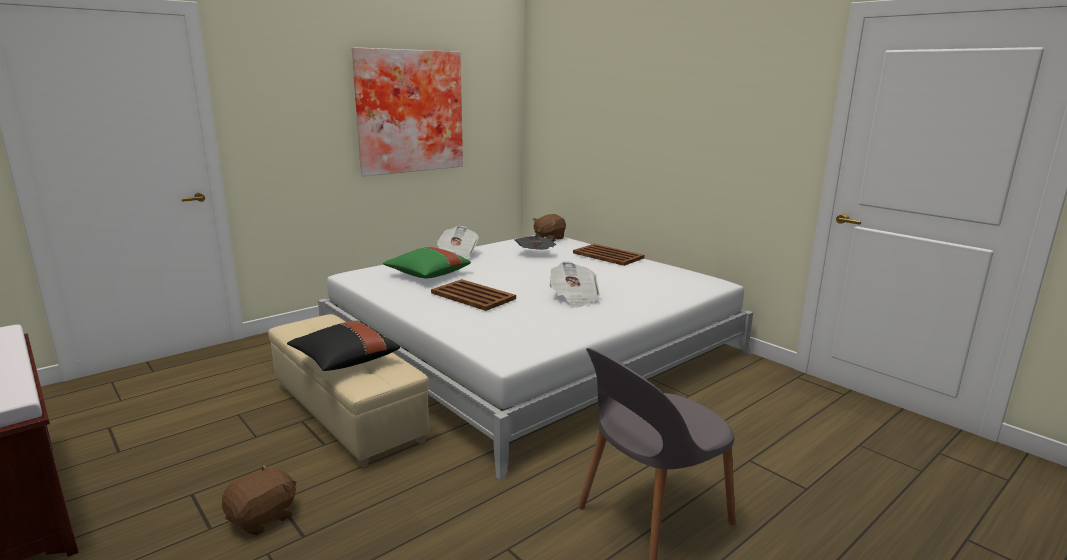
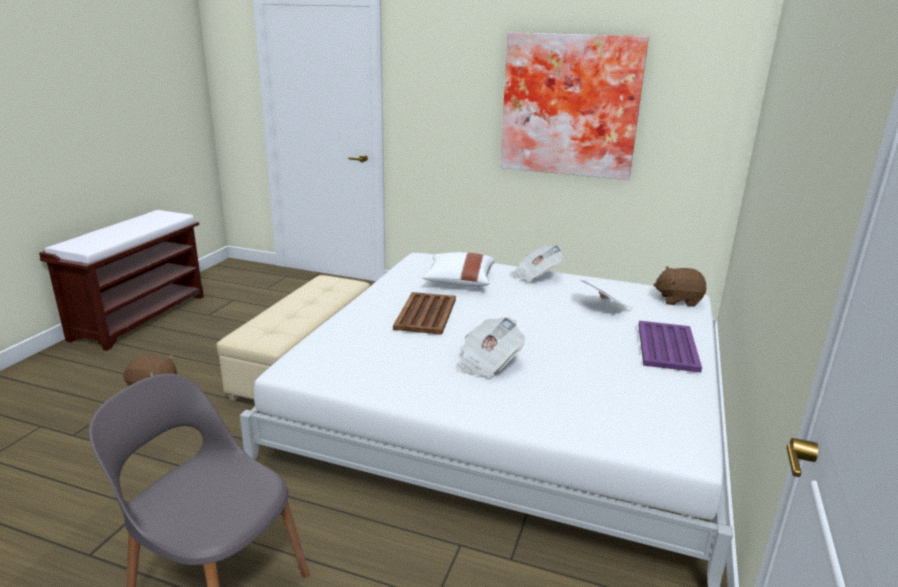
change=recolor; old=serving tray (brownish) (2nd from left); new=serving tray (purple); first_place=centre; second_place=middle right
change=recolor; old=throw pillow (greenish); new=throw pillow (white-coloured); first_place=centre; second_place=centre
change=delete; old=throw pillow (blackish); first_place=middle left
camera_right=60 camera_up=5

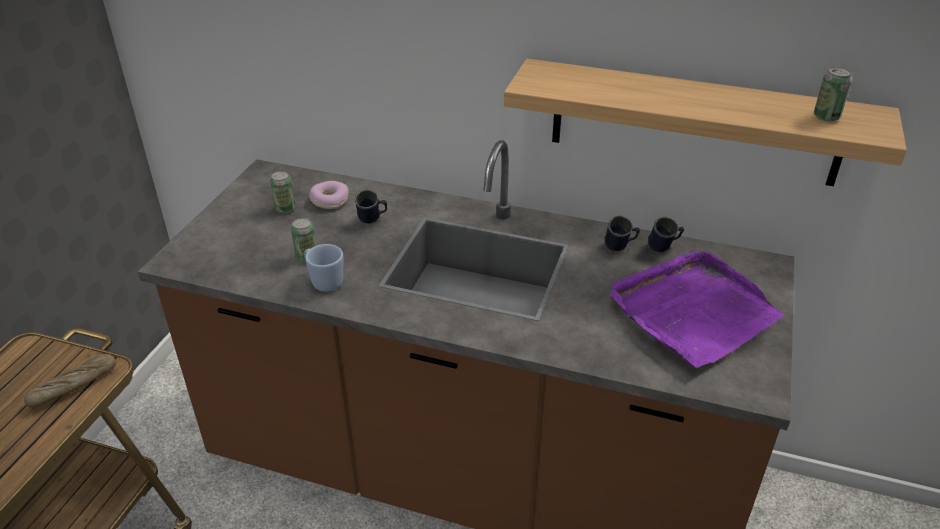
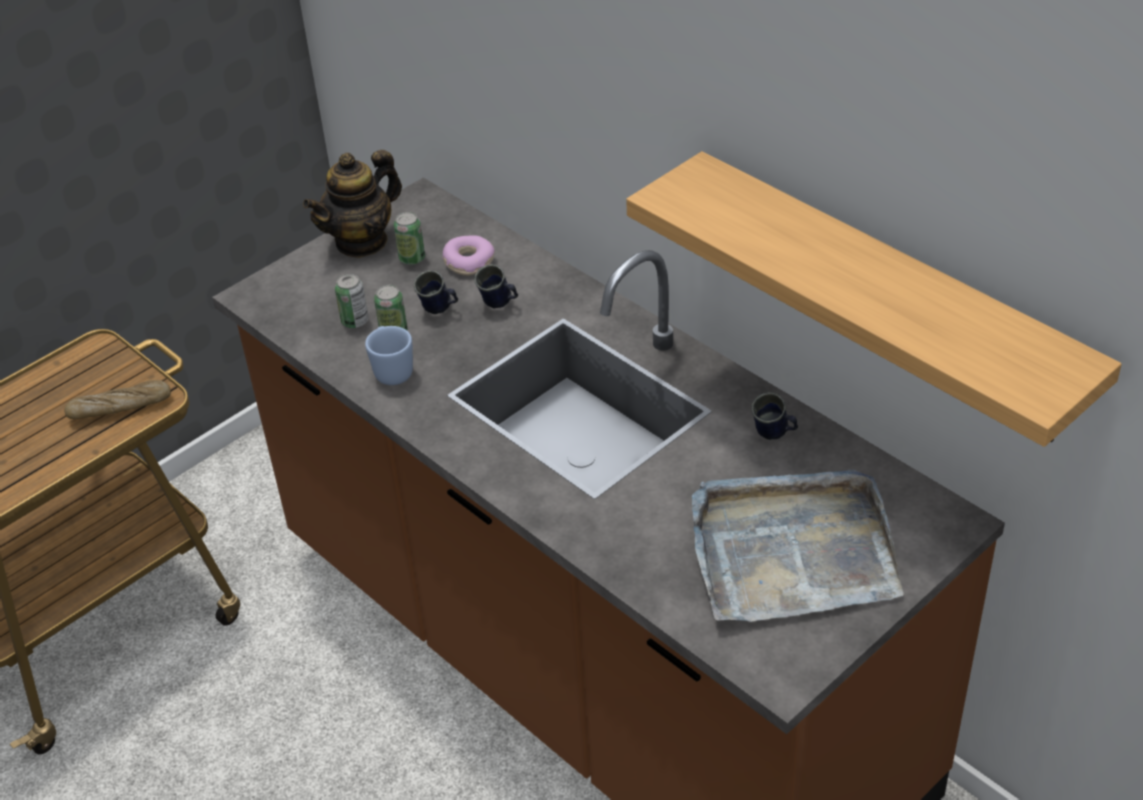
change=move; old=can (3rd from left in the first image); new=can (1st from left); first_place=top right; second_place=middle left
change=move; old=tea mug (bluish) (4th from left in the first image); new=tea mug (bluish) (2nd from left); first_place=middle right; second_place=centre
change=recolor; old=serving tray (purple); new=serving tray (grey); first_place=middle right; second_place=bottom right
change=insert; new=teapot; second_place=top left
camera_right=30 camera_up=5

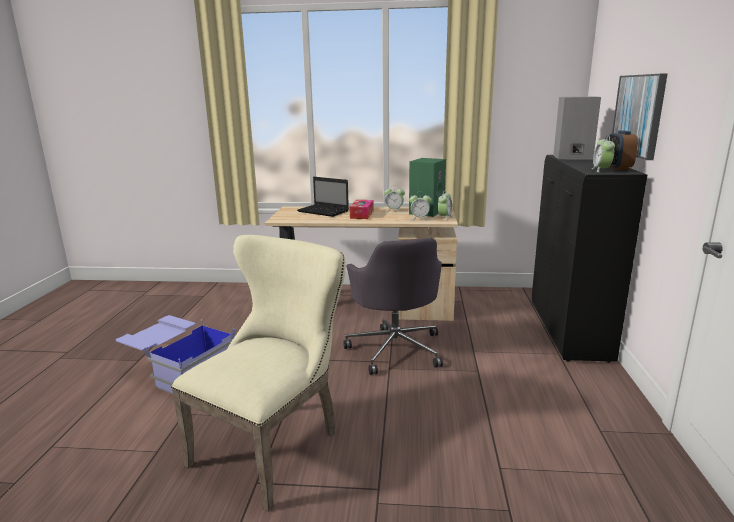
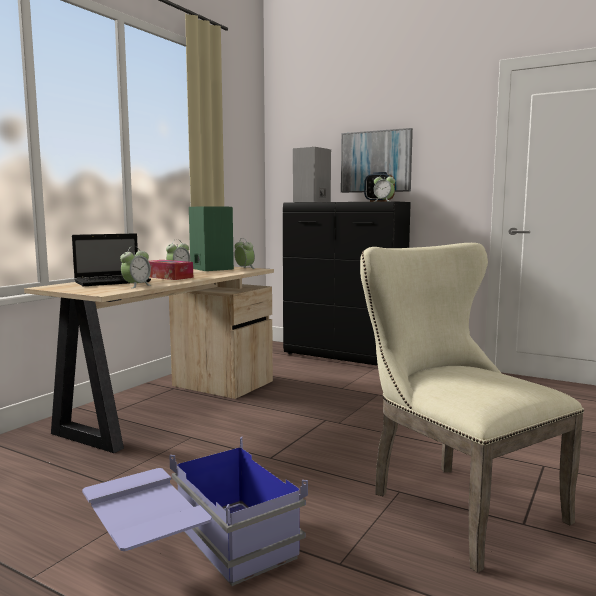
change=move; old=alarm clock (2nd from left in the first image); new=alarm clock (1st from left); first_place=centre; second_place=middle left
change=delete; old=office chair (grey); first_place=centre
camera_right=-65 camera_up=-10

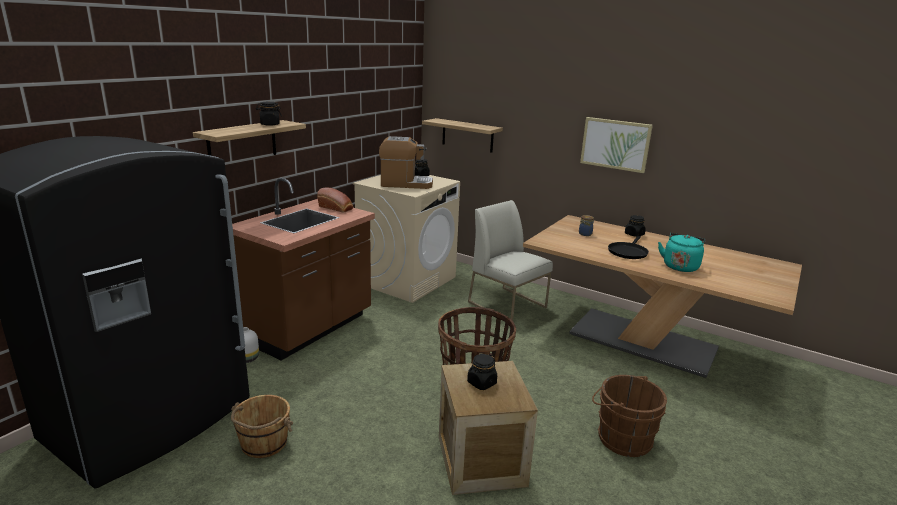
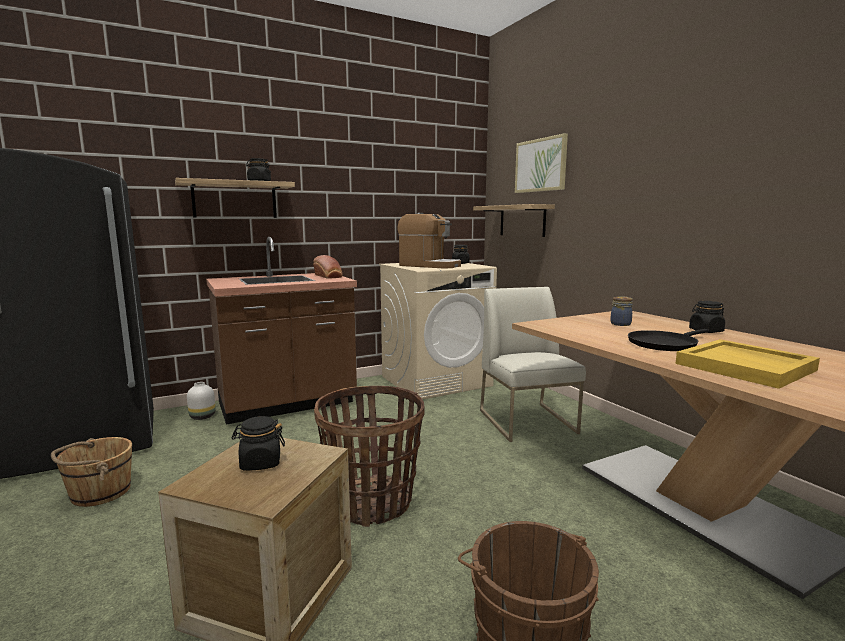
change=move; old=wall art; first_place=top right; second_place=top centre
change=replace; old=tea kettle (turquoise-coloured); new=serving tray (yellow-coloured); first_place=middle right; second_place=middle right
camera_right=30 camera_up=-10

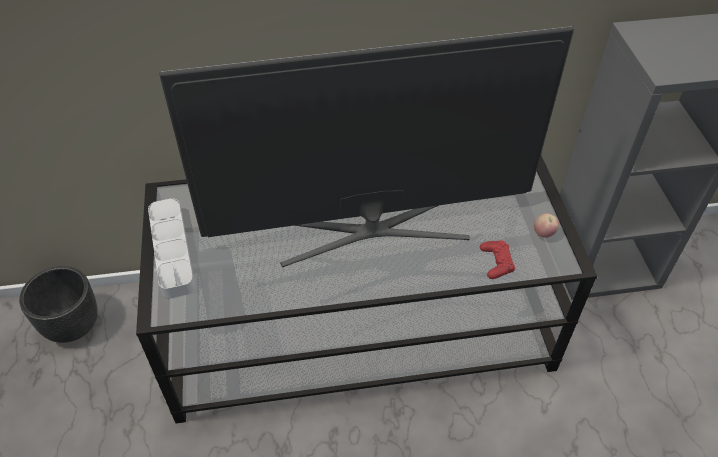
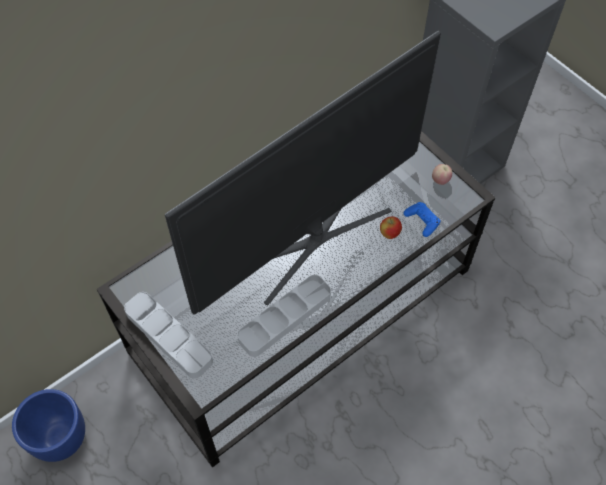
change=recolor; old=game controller (red); new=game controller (bluish); first_place=middle right; second_place=middle right
change=recolor; old=flower pot (blackish); new=flower pot (bluish); first_place=middle left; second_place=bottom left
change=insert; new=apple (1st from left); second_place=centre
change=insert; new=serving tray (grey) (2nd from left); second_place=centre
camera_right=-30 camera_up=10

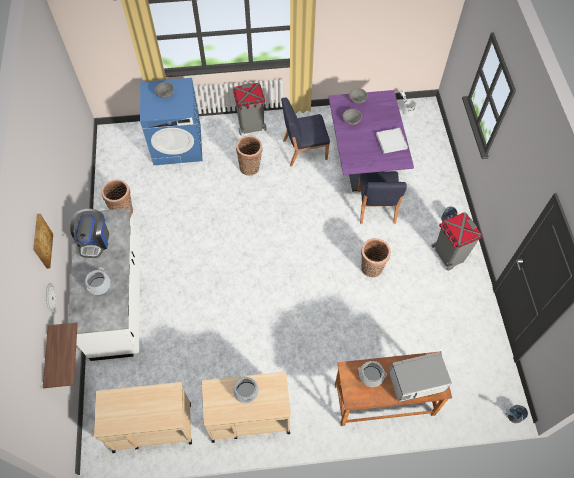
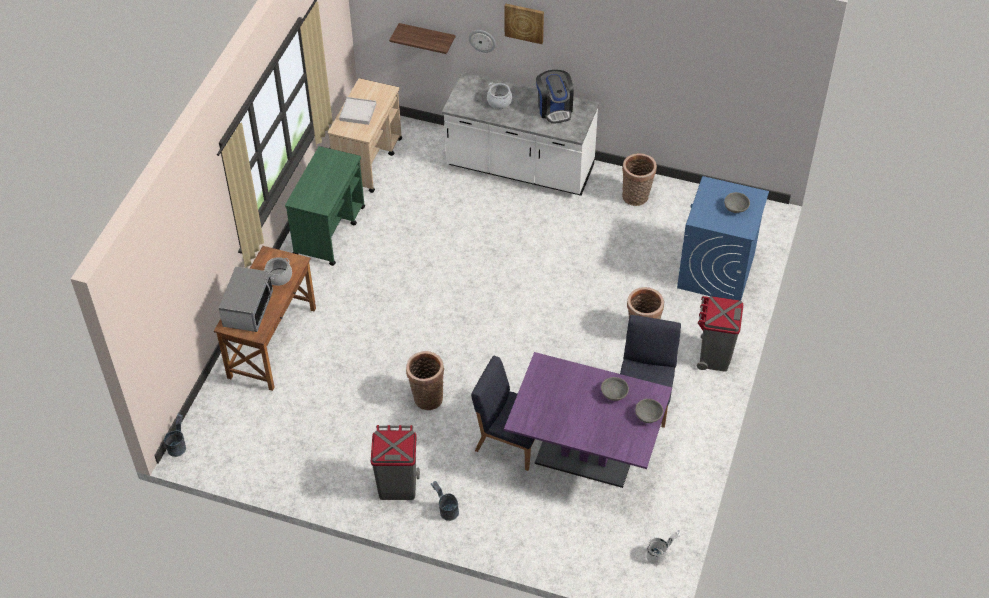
change=move; old=serving tray (white-coloured); first_place=top right; second_place=top centre
change=rotate; old=coffee brewer; first_place=middle left; second_place=top centre; degrees=-135
change=recolor; old=wheeled cart (beige) (2nd from left); new=wheeled cart (greenish); first_place=bottom centre; second_place=middle left
change=delete; old=stockpot (2nd from left); first_place=bottom centre
camera_right=115 camera_up=-10

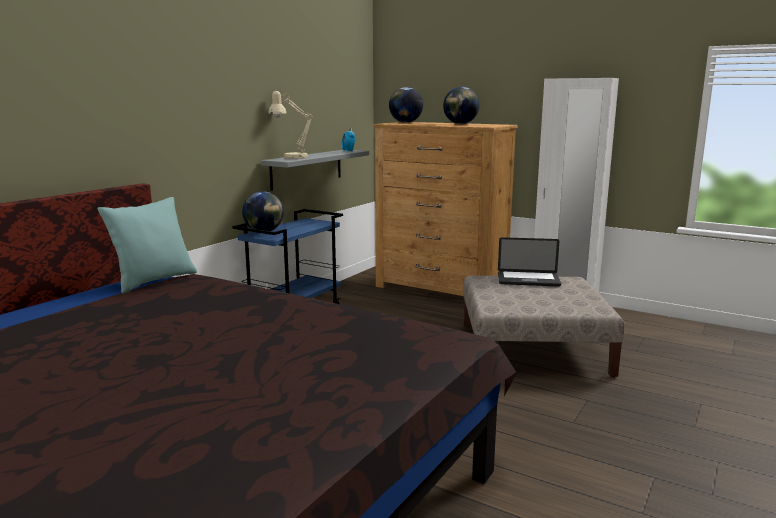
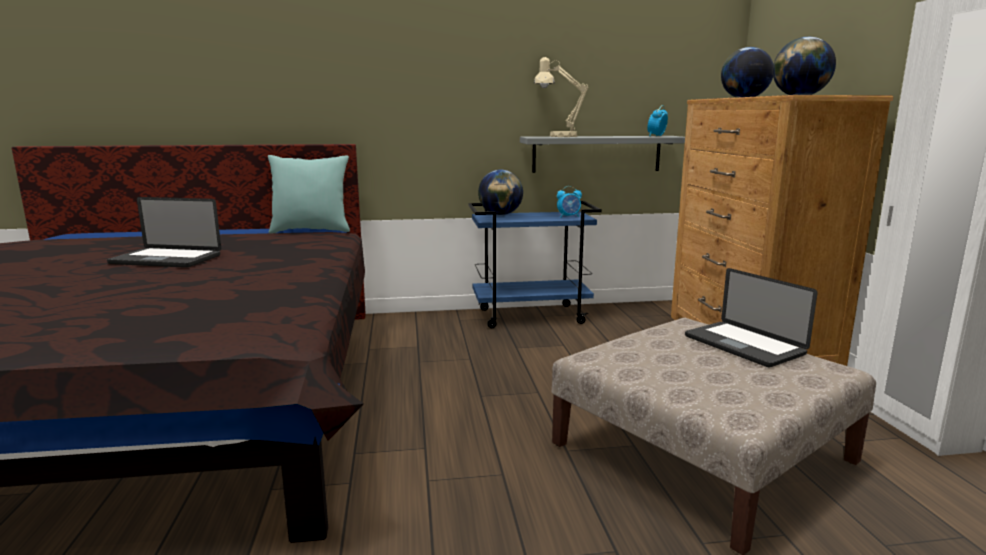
change=insert; new=alarm clock (1st from left); second_place=centre
change=insert; new=laptop (1st from left); second_place=middle left
camera_right=50 camera_up=0

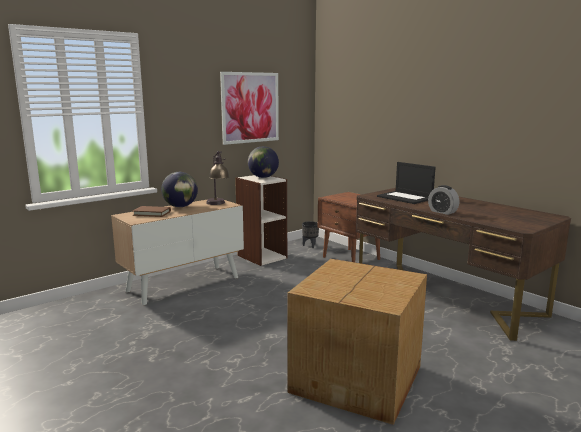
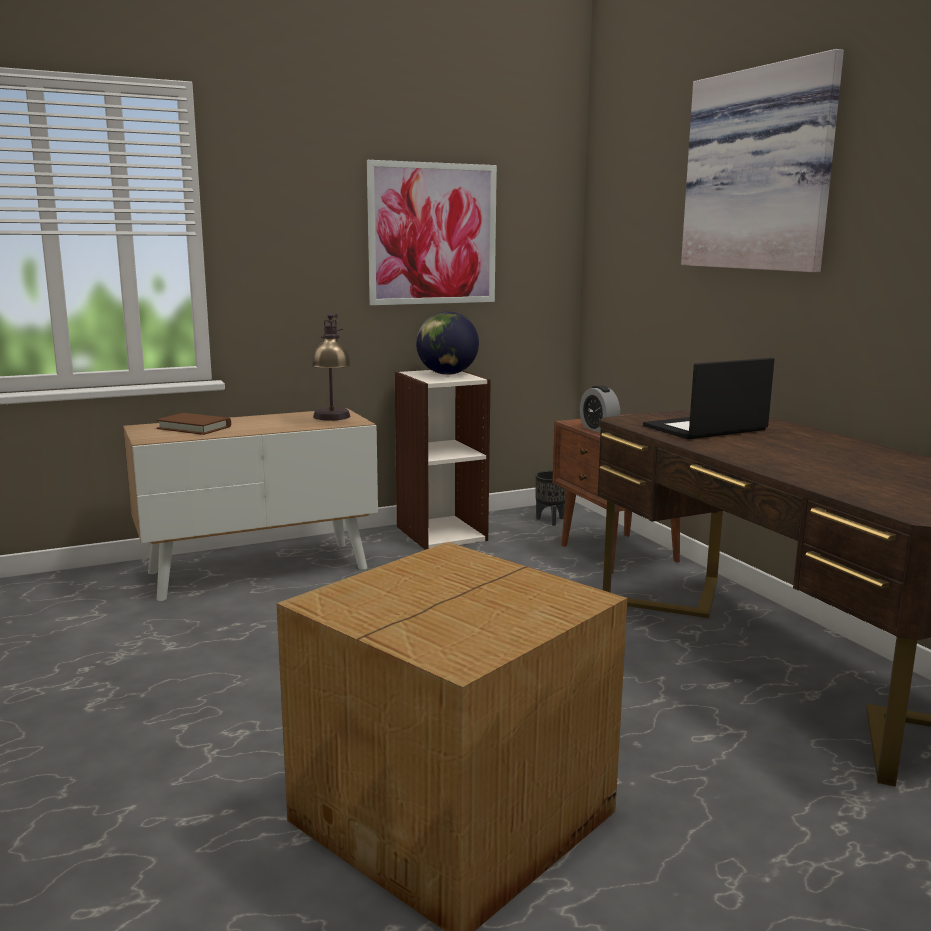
change=rotate; old=laptop; first_place=middle right; second_place=middle right; degrees=90
change=delete; old=globe (1st from left); first_place=middle left
change=move; old=alarm clock; first_place=middle right; second_place=centre
change=insert; new=wall art (2nd from left); second_place=top right
camera_right=15 camera_up=0

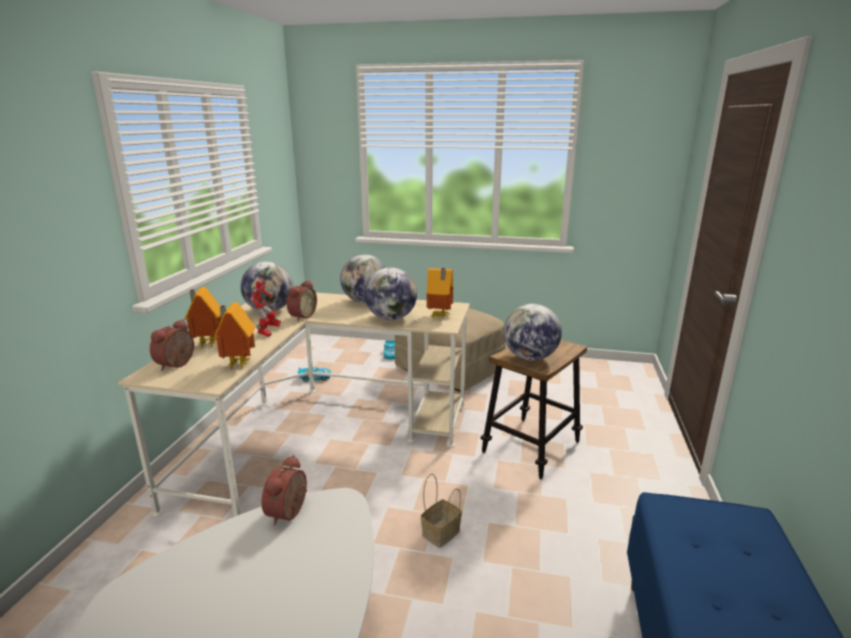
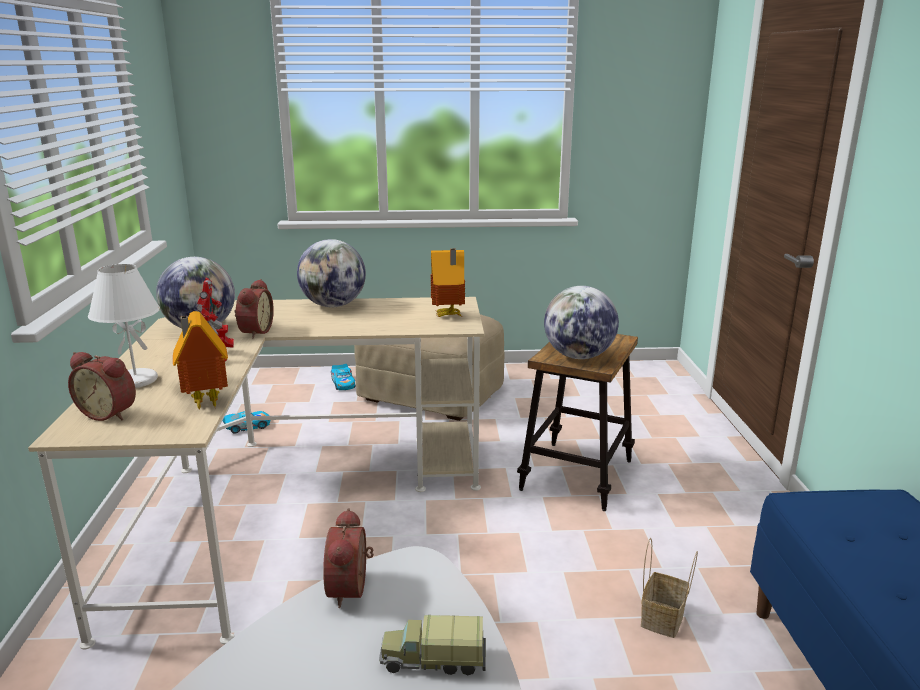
change=delete; old=globe (3rd from left); first_place=centre
change=replace; old=miniature house (1st from left); new=tabletop lamp (white-coloured); first_place=middle left; second_place=middle left
change=rotate; old=alarm clock (1st from left); first_place=middle left; second_place=middle left; degrees=-75
change=move; old=storage basket; first_place=bottom centre; second_place=bottom right
change=insert; new=toy truck; second_place=bottom centre
camera_right=-15 camera_up=0

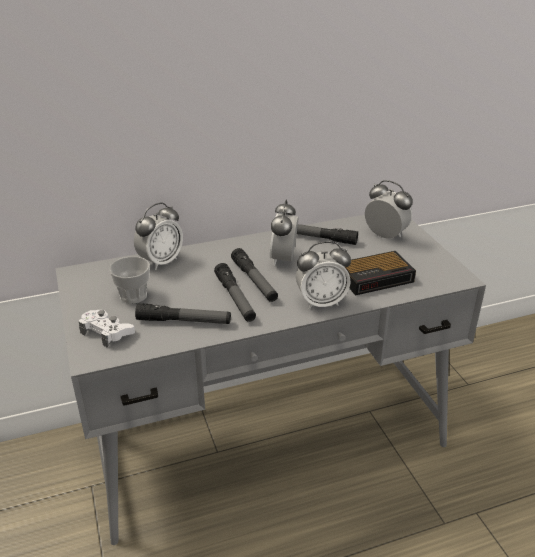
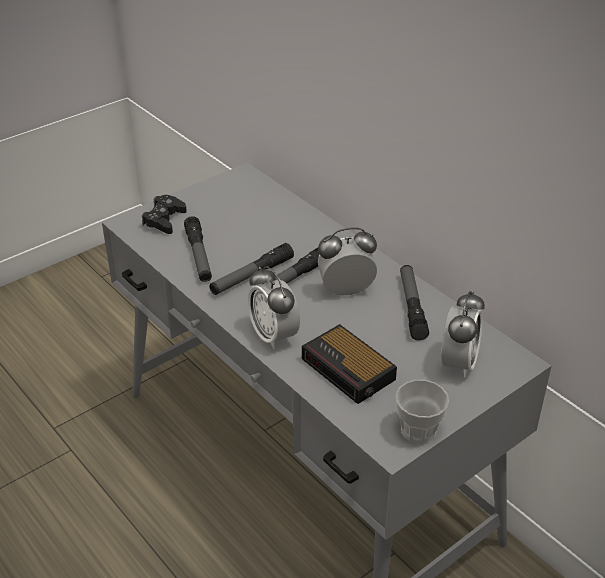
change=delete; old=alarm clock (1st from left); first_place=middle left
change=move; old=small cup; first_place=middle left; second_place=bottom right
change=recolor; old=game controller (white-coloured); new=game controller (blackish); first_place=middle left; second_place=middle left
camera_right=70 camera_up=5

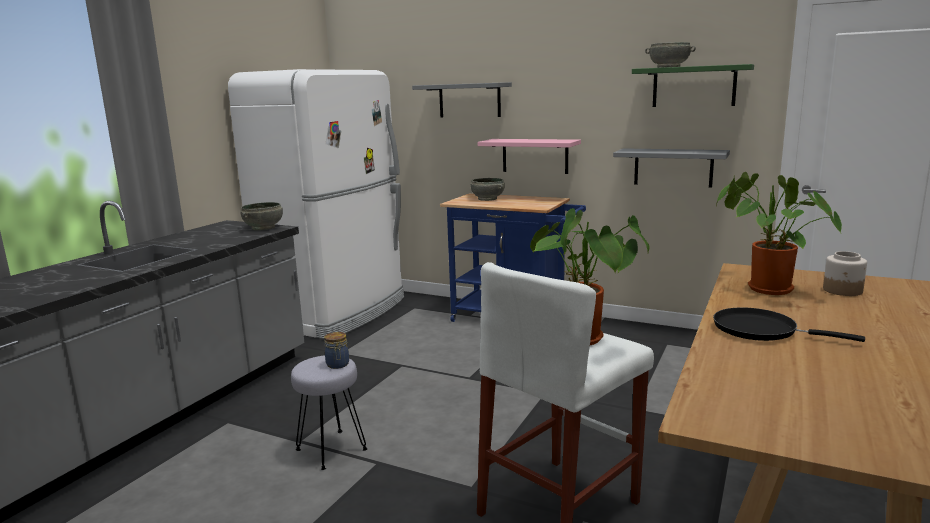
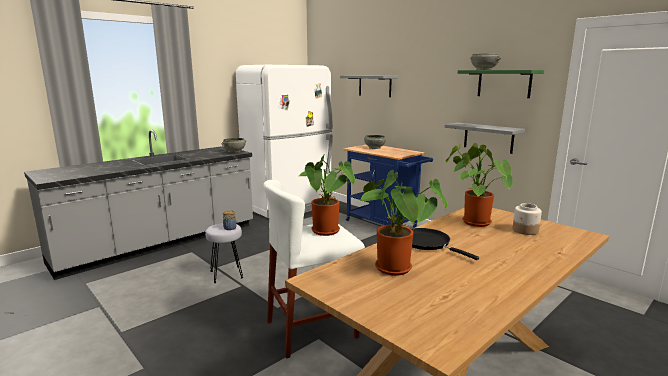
change=delete; old=wall shelf (pink-coloured); first_place=top centre
change=insert; new=potted plant (2nd from left); second_place=centre
camera_right=20 camera_up=0

